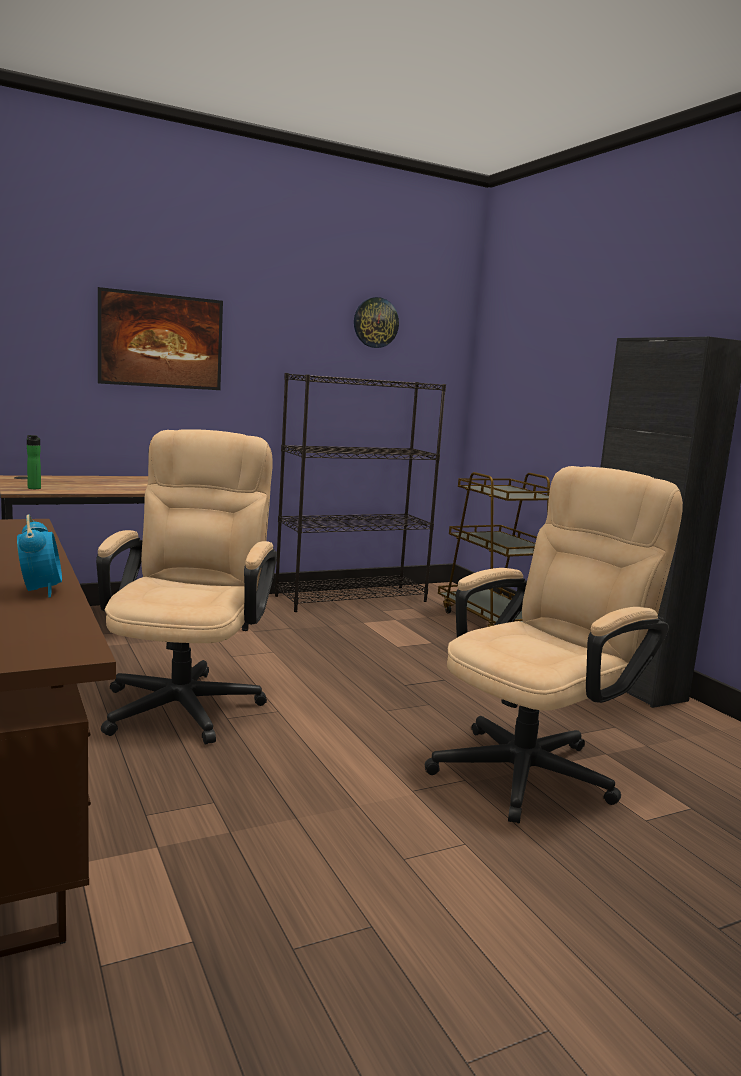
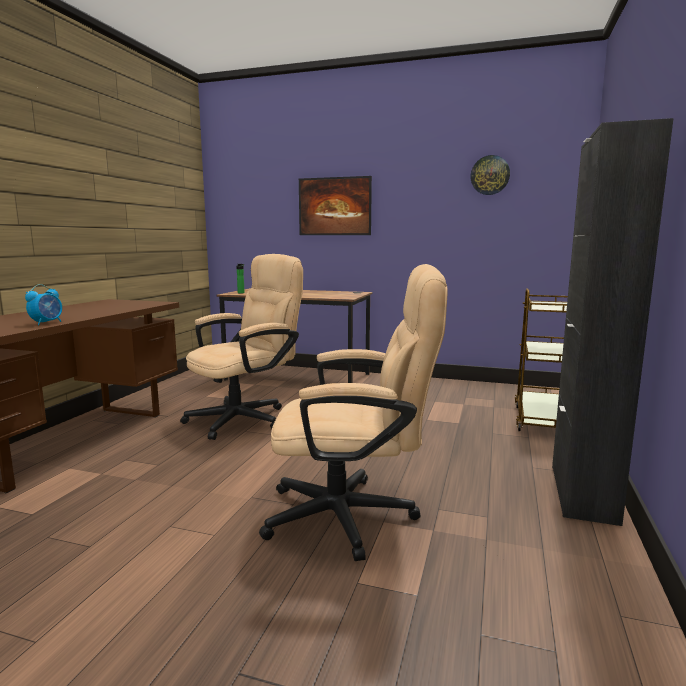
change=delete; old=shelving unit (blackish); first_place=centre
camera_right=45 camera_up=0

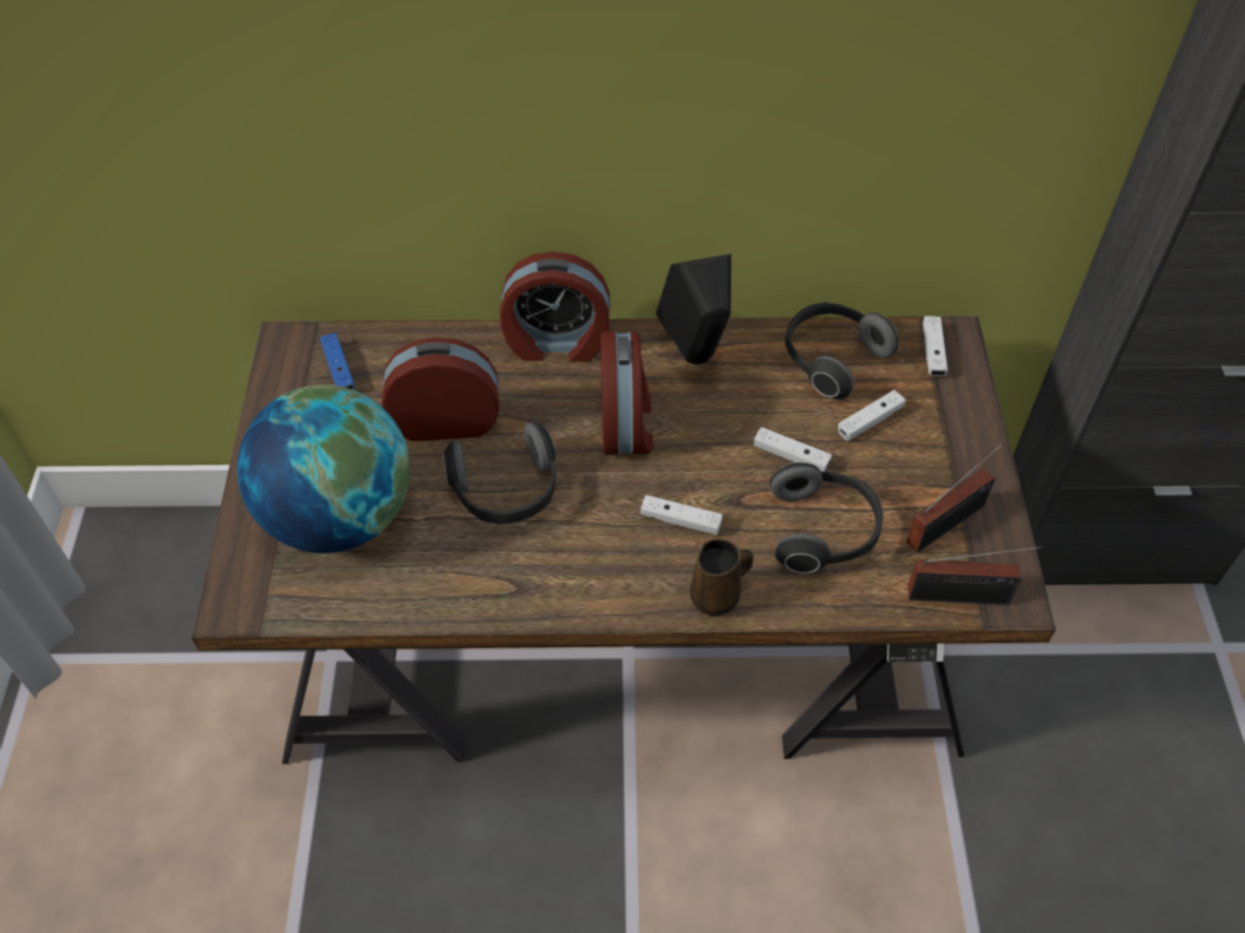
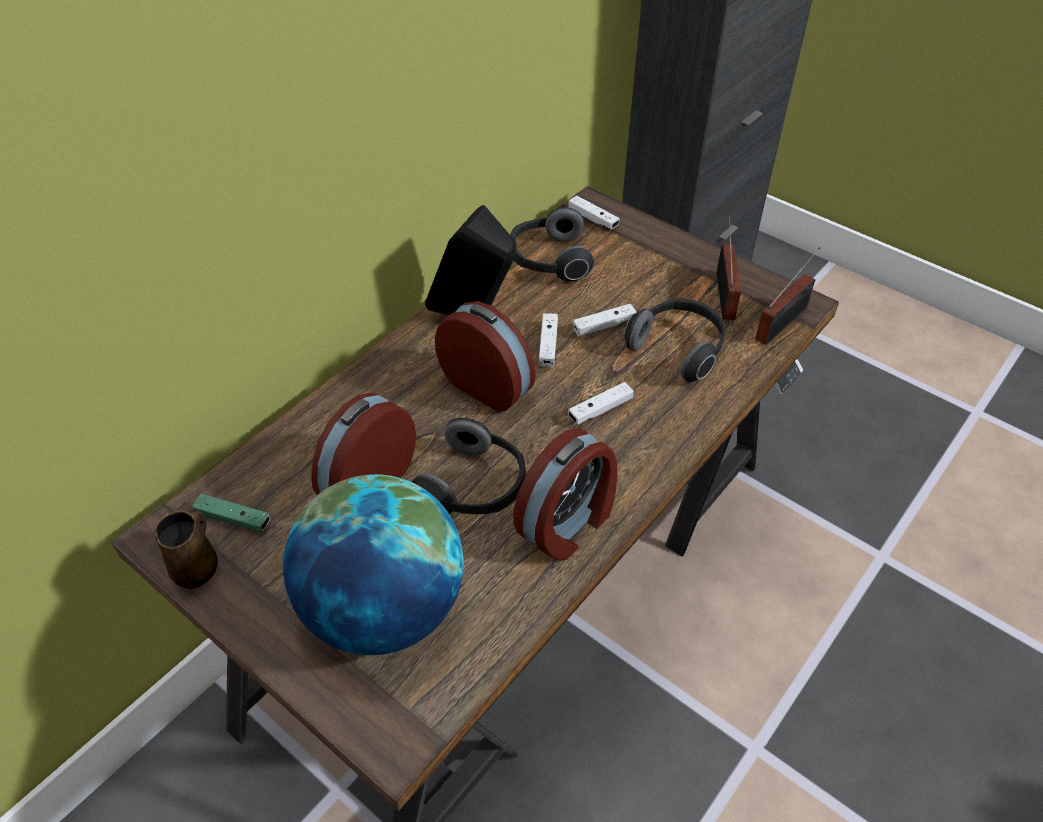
change=move; old=alarm clock (2nd from left in the first image); new=alarm clock (3rd from left); first_place=top centre; second_place=centre
change=recolor; old=game controller (bluish); new=game controller (greenish); first_place=middle left; second_place=middle left
change=move; old=game controller (white-coloured) (3rd from left in the first image); new=game controller (white-coloured) (1st from left); first_place=middle right; second_place=centre
change=move; old=tea mug (brownish); first_place=centre; second_place=bottom left
camera_right=-50 camera_up=-5

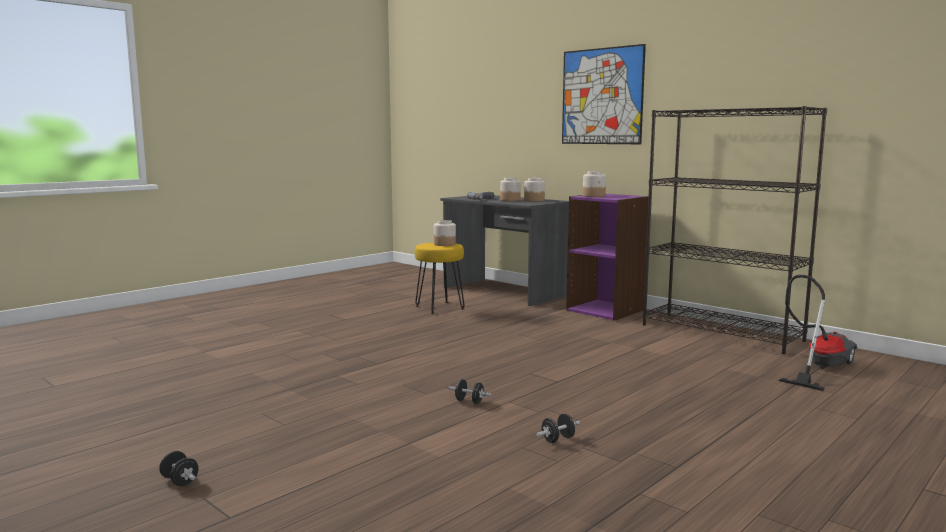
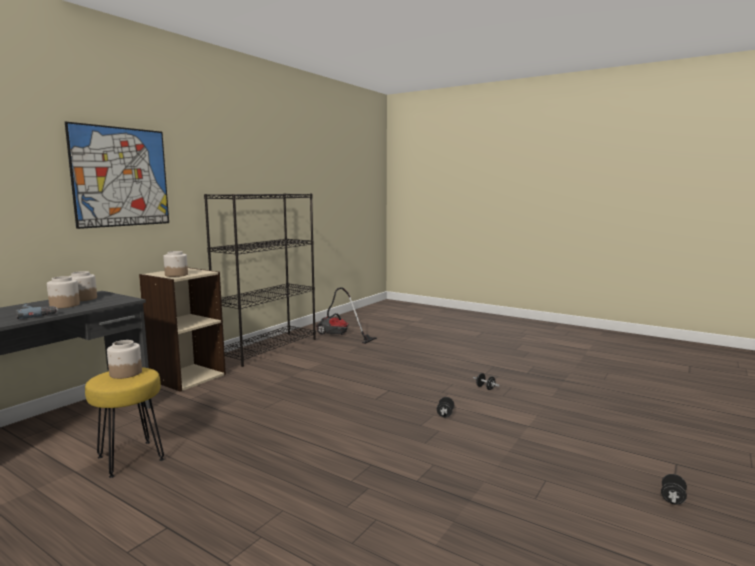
change=recolor; old=shelving unit (purple); new=shelving unit (beige); first_place=centre; second_place=middle left
camera_right=-100 camera_up=0

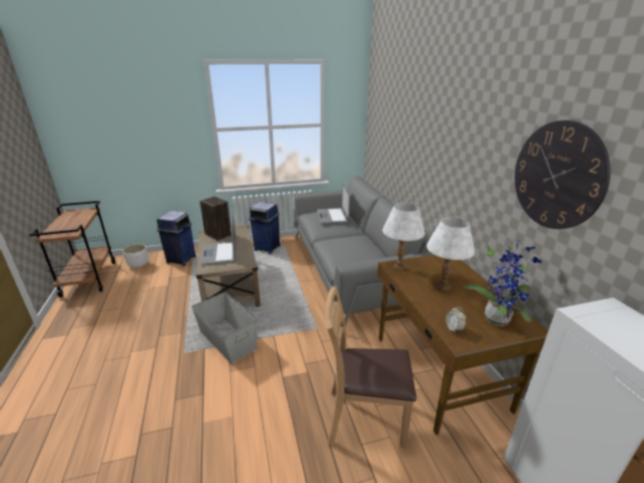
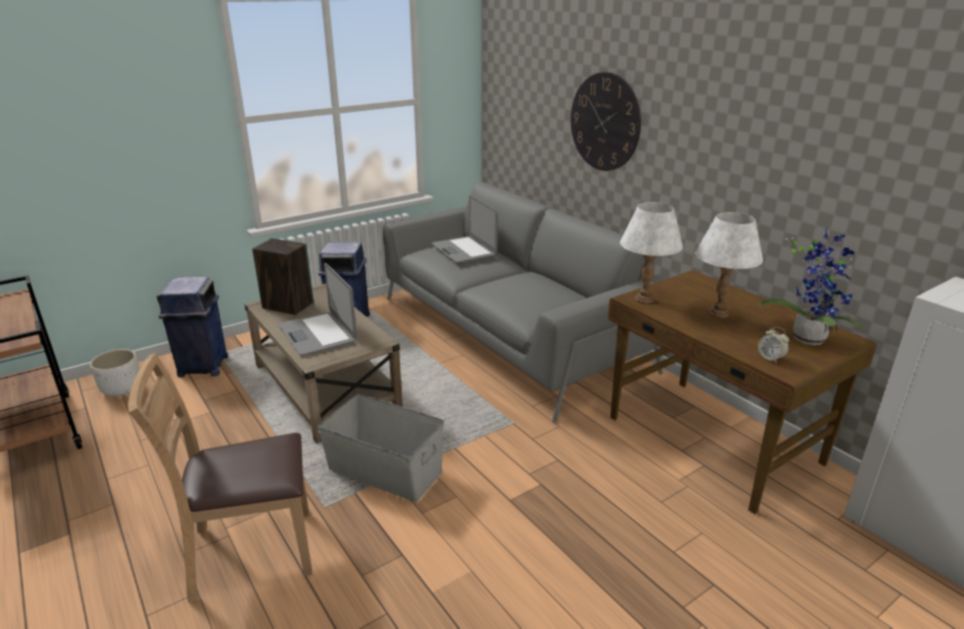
change=move; old=hanging clock; first_place=middle right; second_place=top centre
change=move; old=upright chair (brownish); first_place=bottom centre; second_place=bottom left
camera_right=-20 camera_up=0

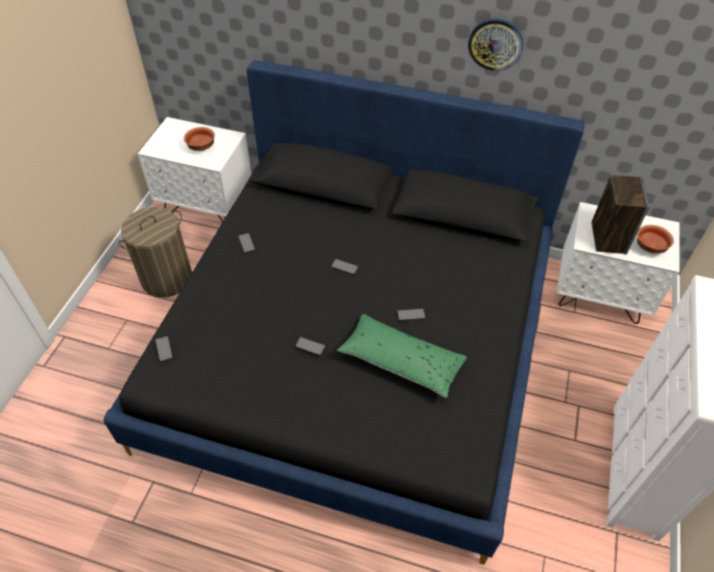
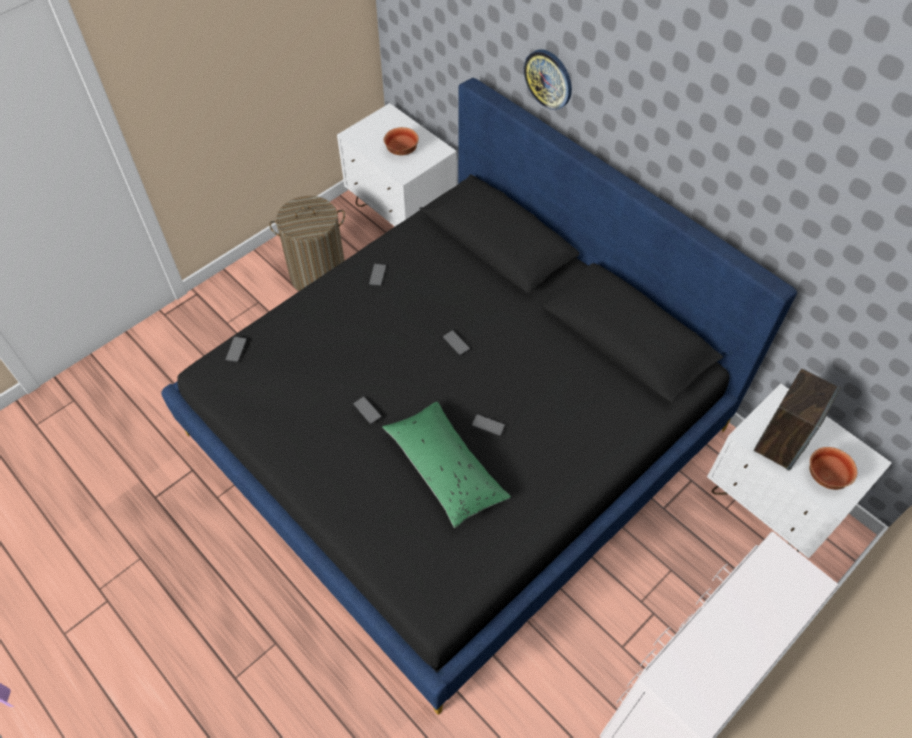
change=move; old=hanging clock; first_place=top right; second_place=top centre
camera_right=30 camera_up=5

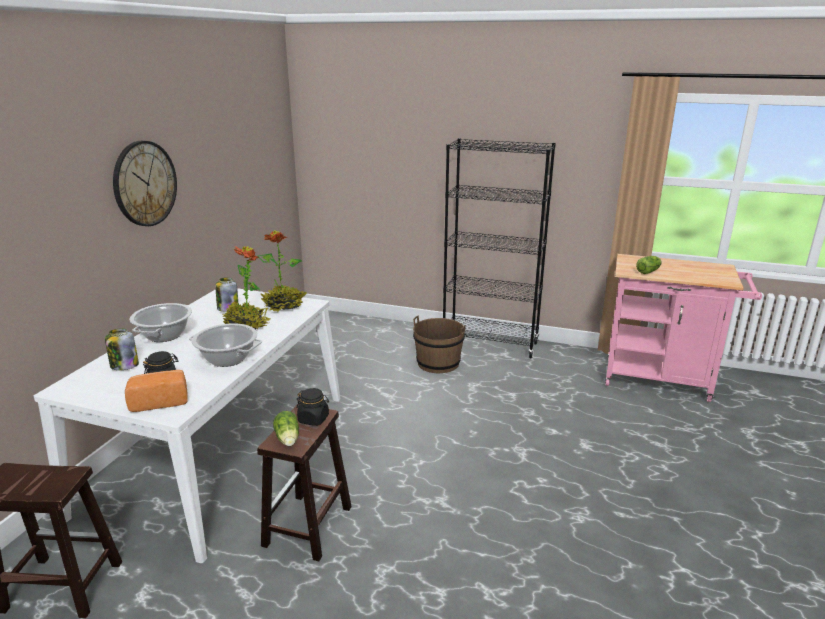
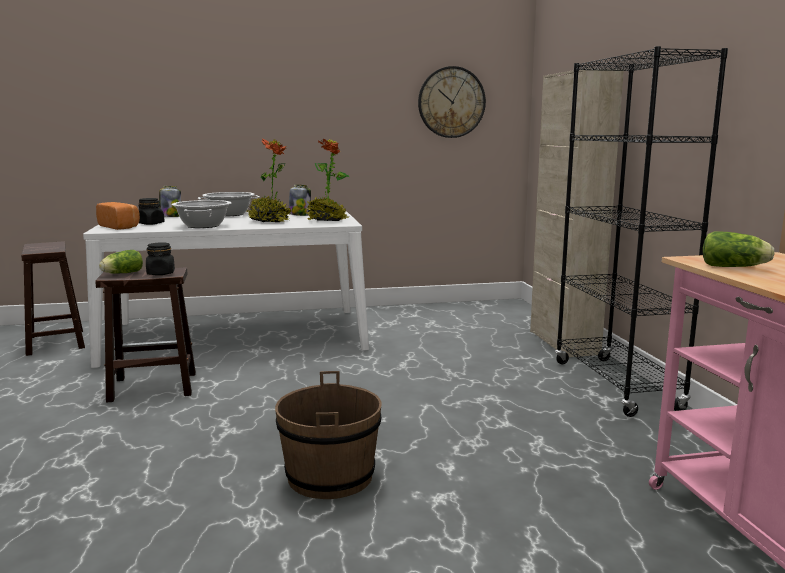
change=move; old=hanging clock; first_place=top left; second_place=top centre
change=move; old=bucket (brownish); first_place=centre; second_place=bottom centre
change=insert; new=cabinet (beige); second_place=middle right
camera_right=60 camera_up=-10

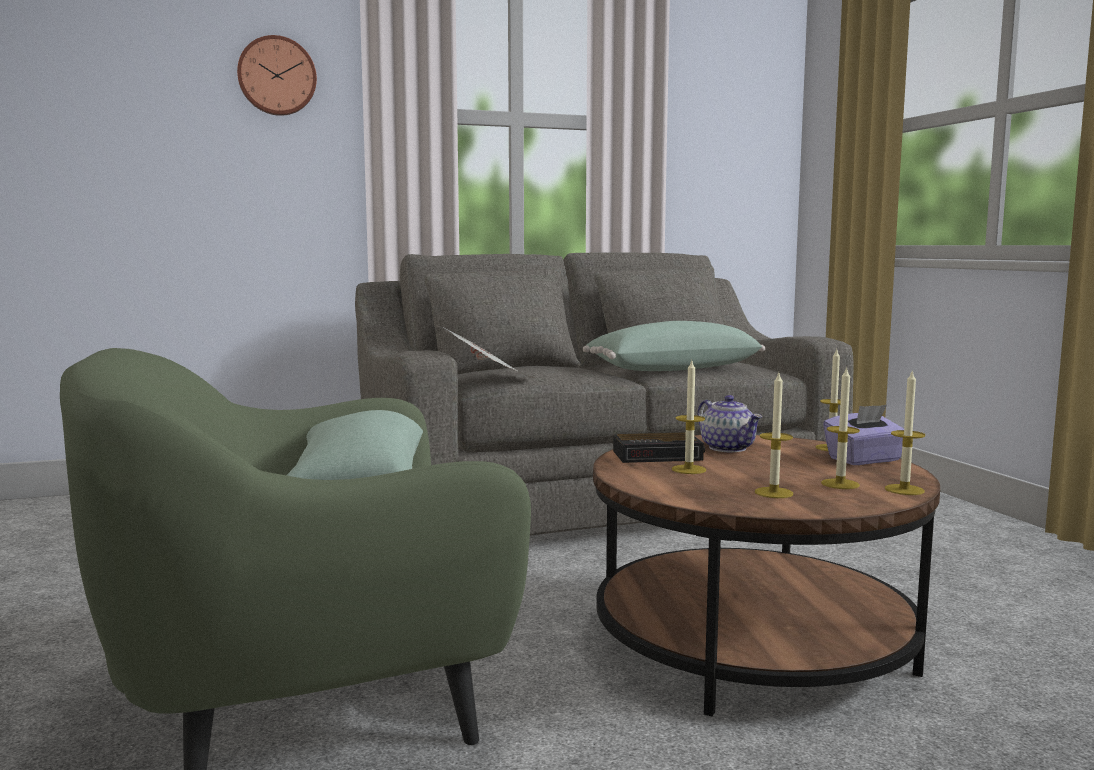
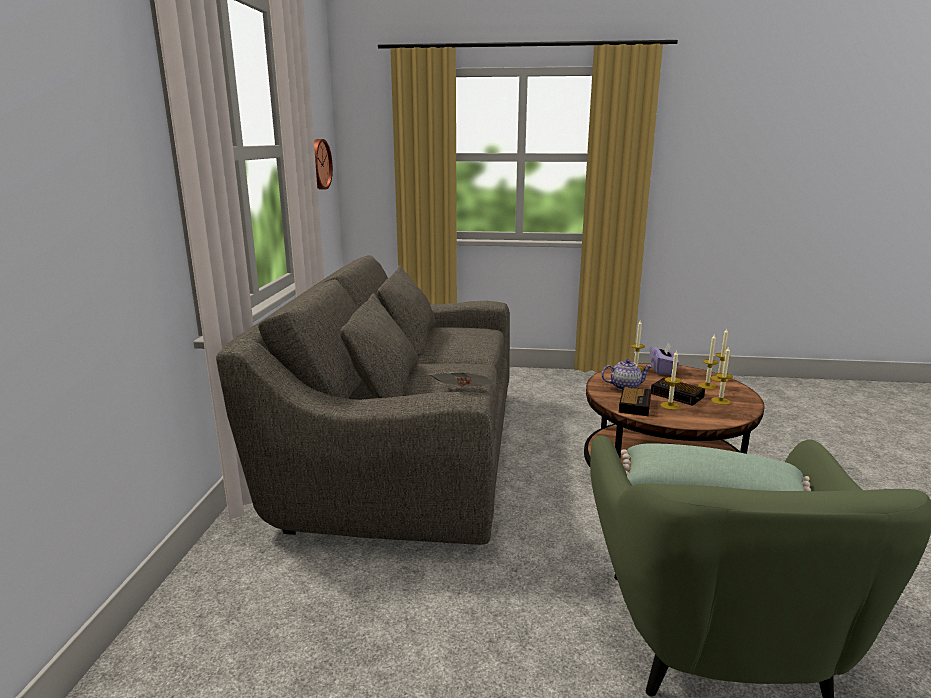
change=move; old=hanging clock; first_place=top left; second_place=top centre
change=delete; old=throw pillow (greenish) (2nd from left); first_place=centre
change=insert; new=alarm clock (2nd from left); second_place=middle right
camera_right=-65 camera_up=10

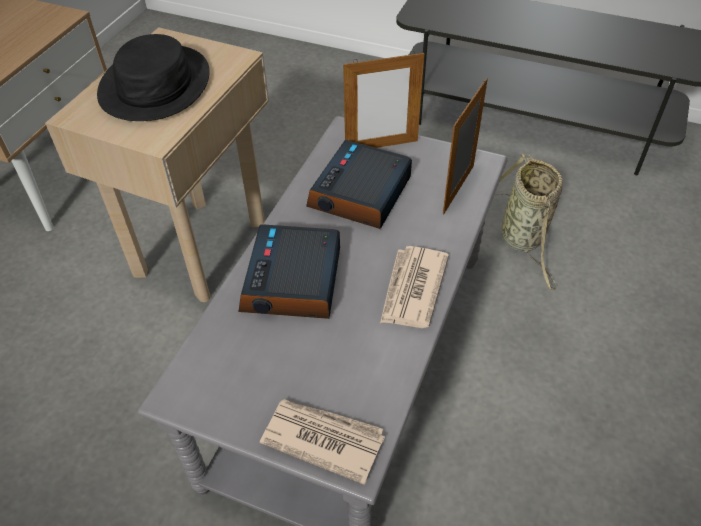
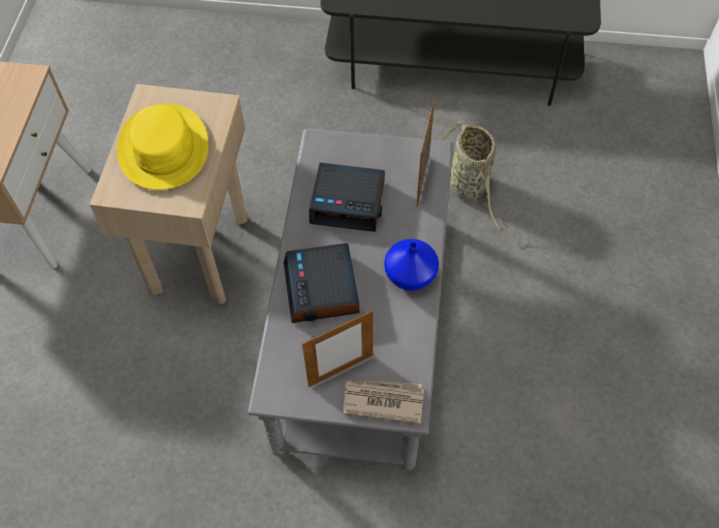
change=recolor; old=wearable hat (blackish); new=wearable hat (yellow-coloured); first_place=top left; second_place=top left
change=move; old=standing frame (1st from left); first_place=top centre; second_place=centre
change=rotate; old=alarm clock (2nd from left); first_place=centre; second_place=centre; degrees=-90
change=replace; old=daily paper (2nd from left); new=flower vase (bluish); first_place=centre; second_place=centre
camera_right=-15 camera_up=10

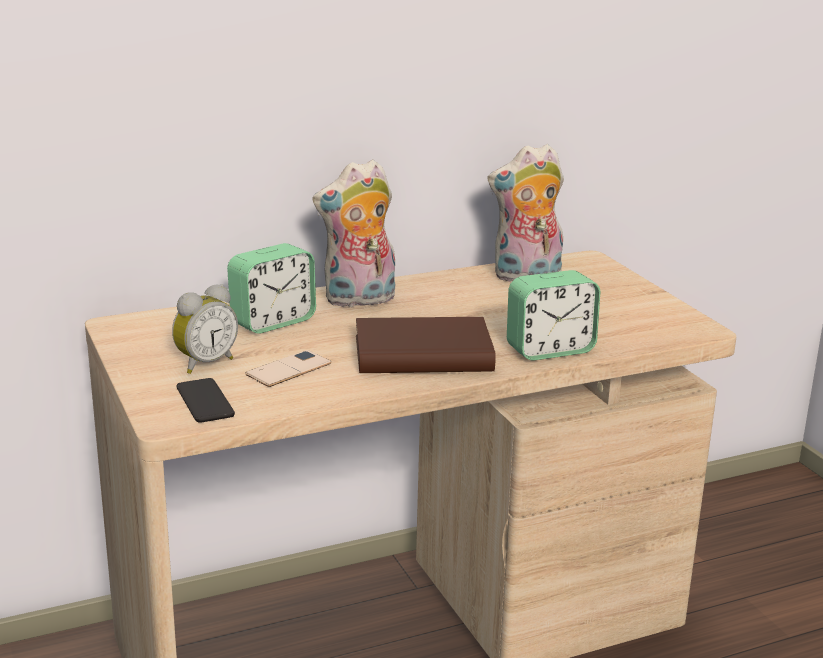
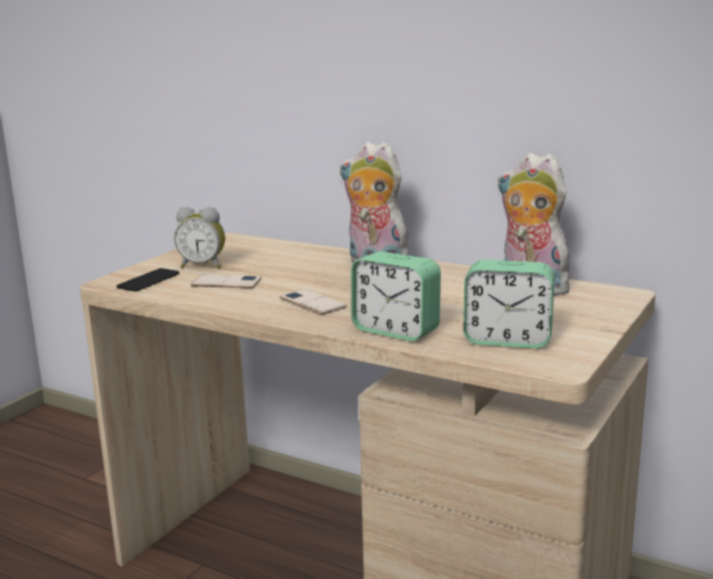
change=move; old=alarm clock (2nd from left in the first image); new=alarm clock (3rd from left); first_place=middle left; second_place=middle right
change=replace; old=volume (brownish); new=handset (3rd from left); first_place=centre; second_place=centre
camera_right=55 camera_up=-5

